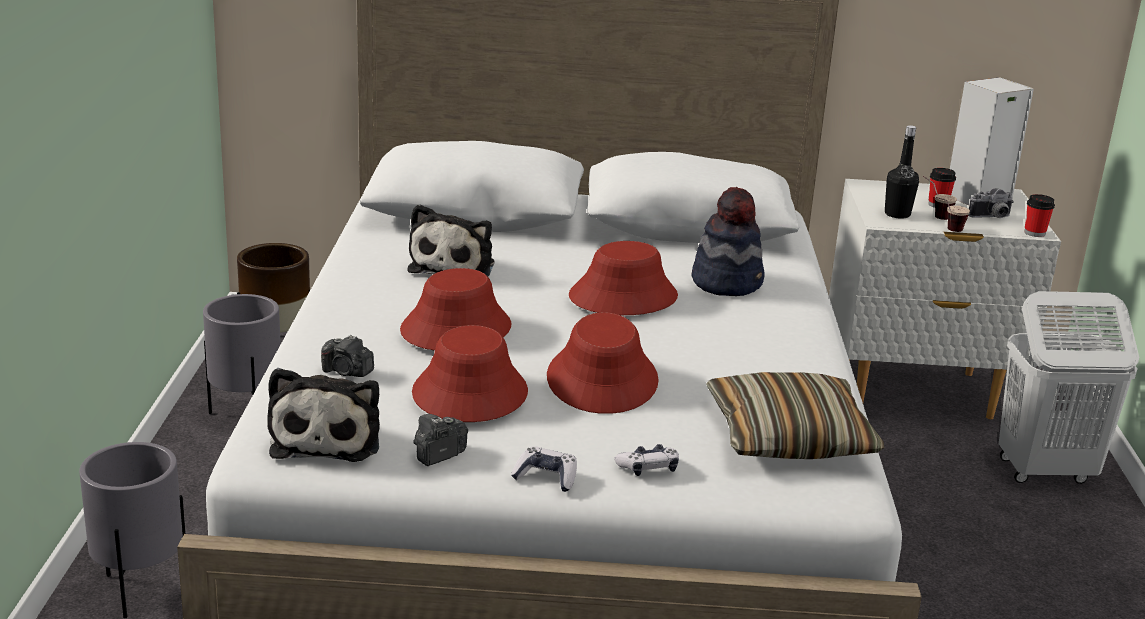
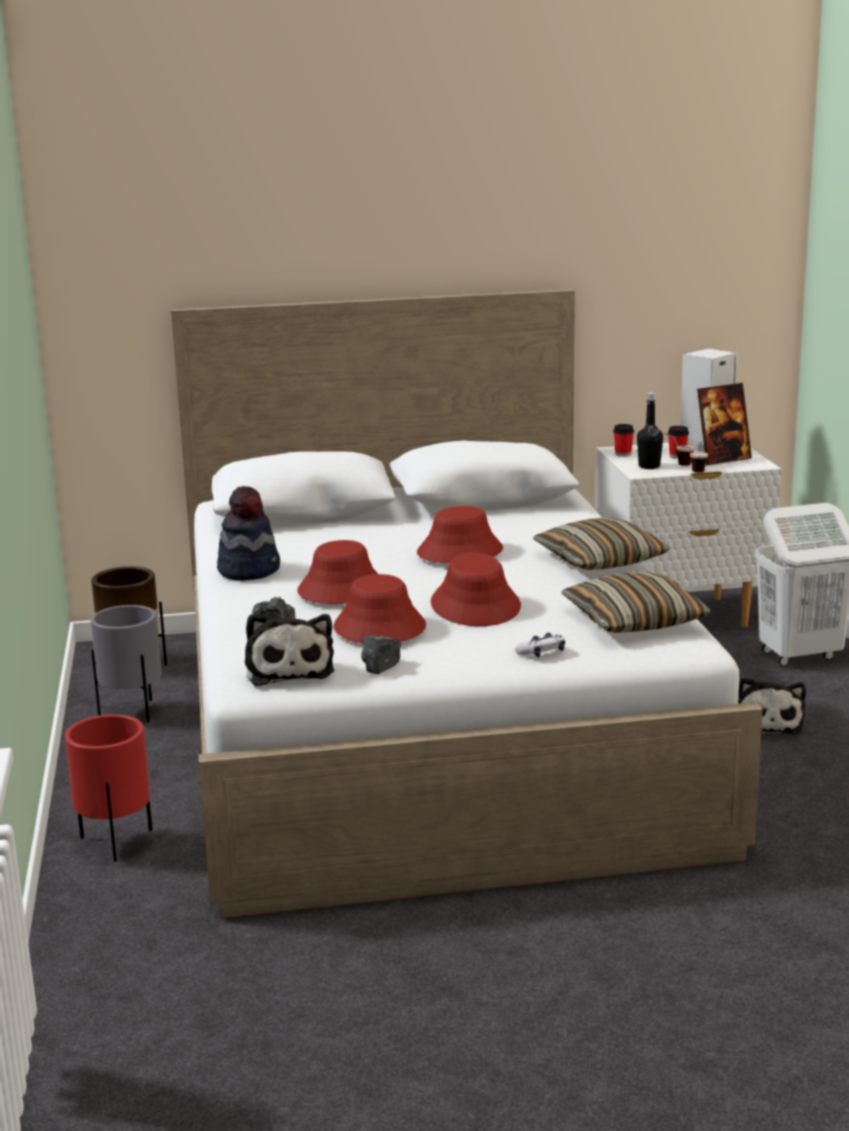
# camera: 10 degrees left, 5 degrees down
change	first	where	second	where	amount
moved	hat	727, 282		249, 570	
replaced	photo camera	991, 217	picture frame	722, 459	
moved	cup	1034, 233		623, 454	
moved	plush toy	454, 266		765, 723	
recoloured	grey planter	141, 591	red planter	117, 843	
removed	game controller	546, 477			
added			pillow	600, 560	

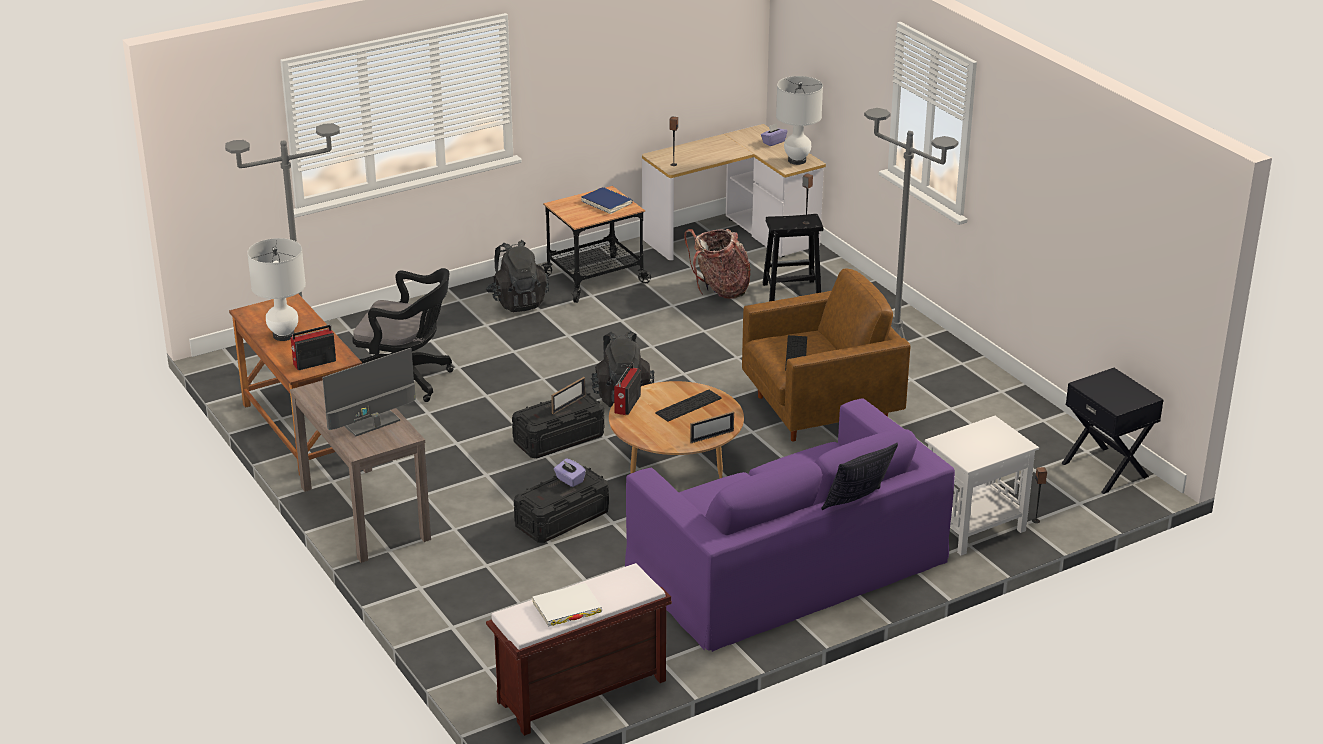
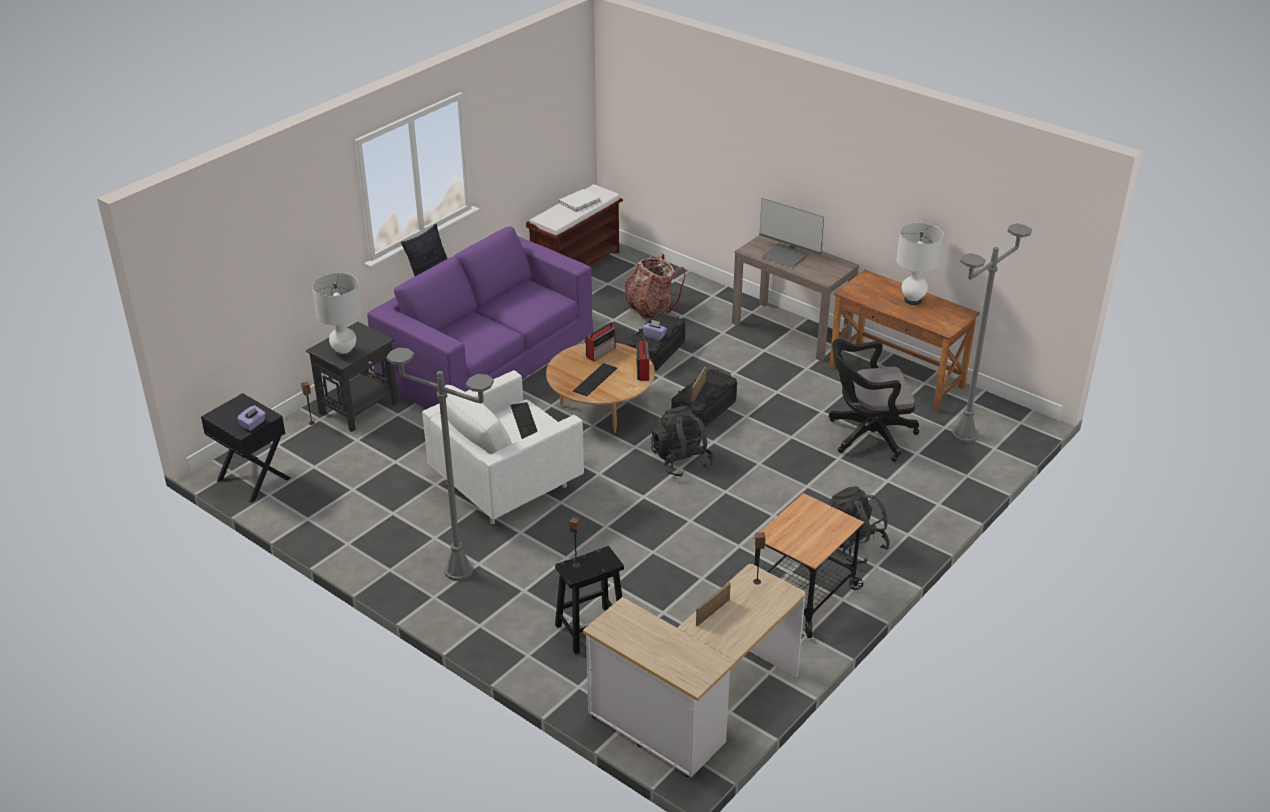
# camera: 160 degrees right, 5 degrees up
change	first	where	second	where	amount
moved	white table lamp	797, 160		344, 352	
moved	purple tissue box	773, 142		253, 424	
removed	blue book	606, 202			
moved	backpack	720, 289		651, 308	
recoloured	brown armchair	820, 410	white armchair	507, 485	
moved	radio	314, 363		601, 352	
turned	monitor	366, 419		785, 255	90 degrees clockwise
moved	picture frame	712, 436		712, 612	
recoloured	white side table	972, 527	black side table	359, 408	

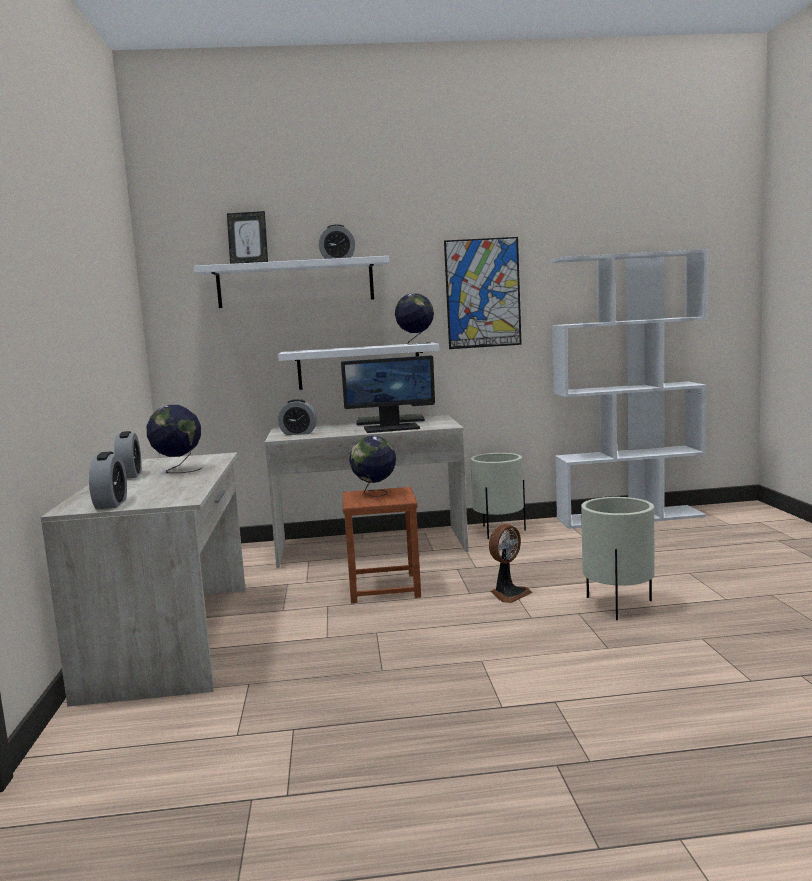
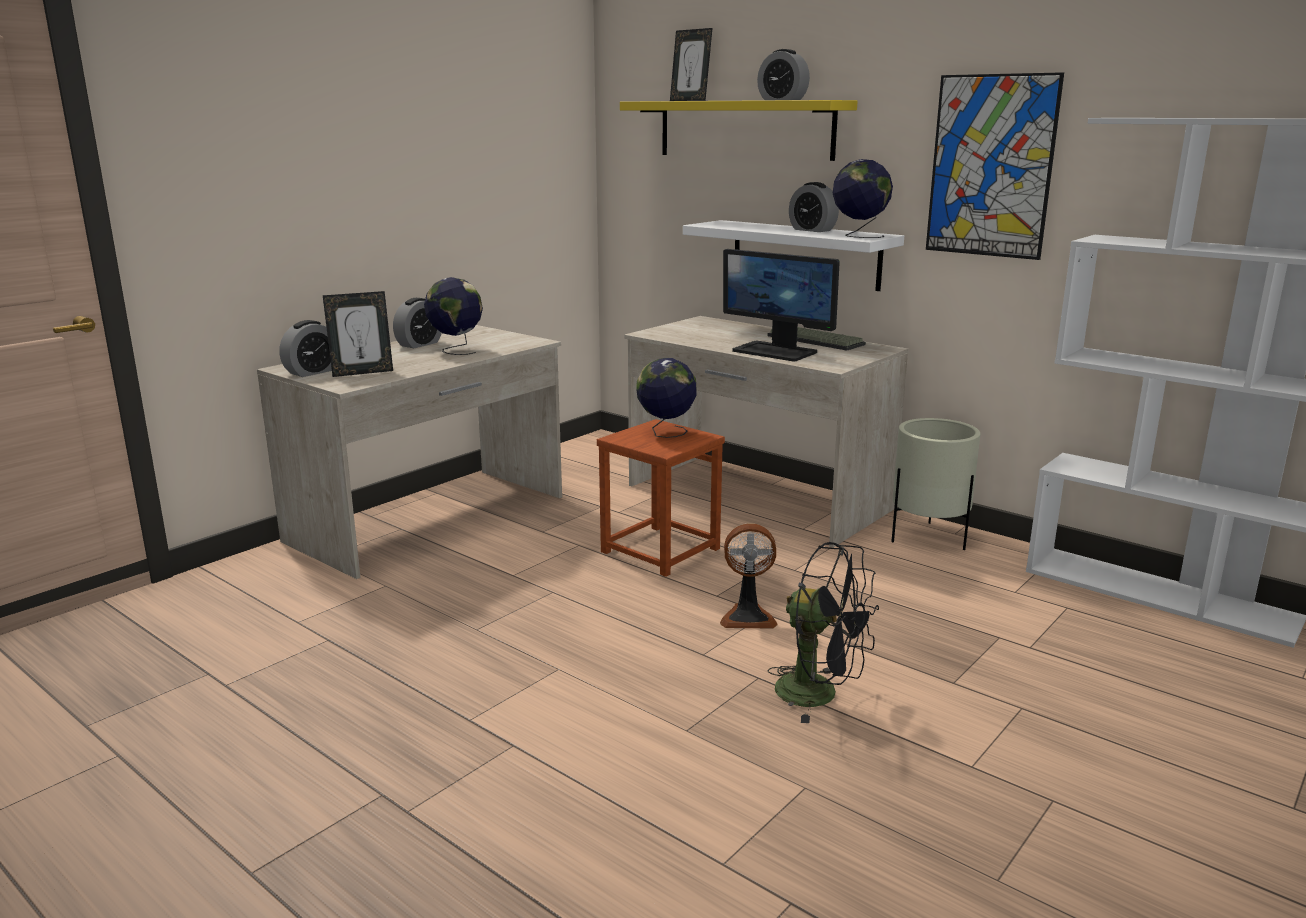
# camera: 45 degrees right, 10 degrees up
change	first	where	second	where	amount
recoloured	white shelf	295, 283	yellow shelf	744, 129	
moved	alarm clock	298, 433		812, 230	
replaced	beige planter	617, 605	black fan	820, 694	
added			picture frame	362, 372	

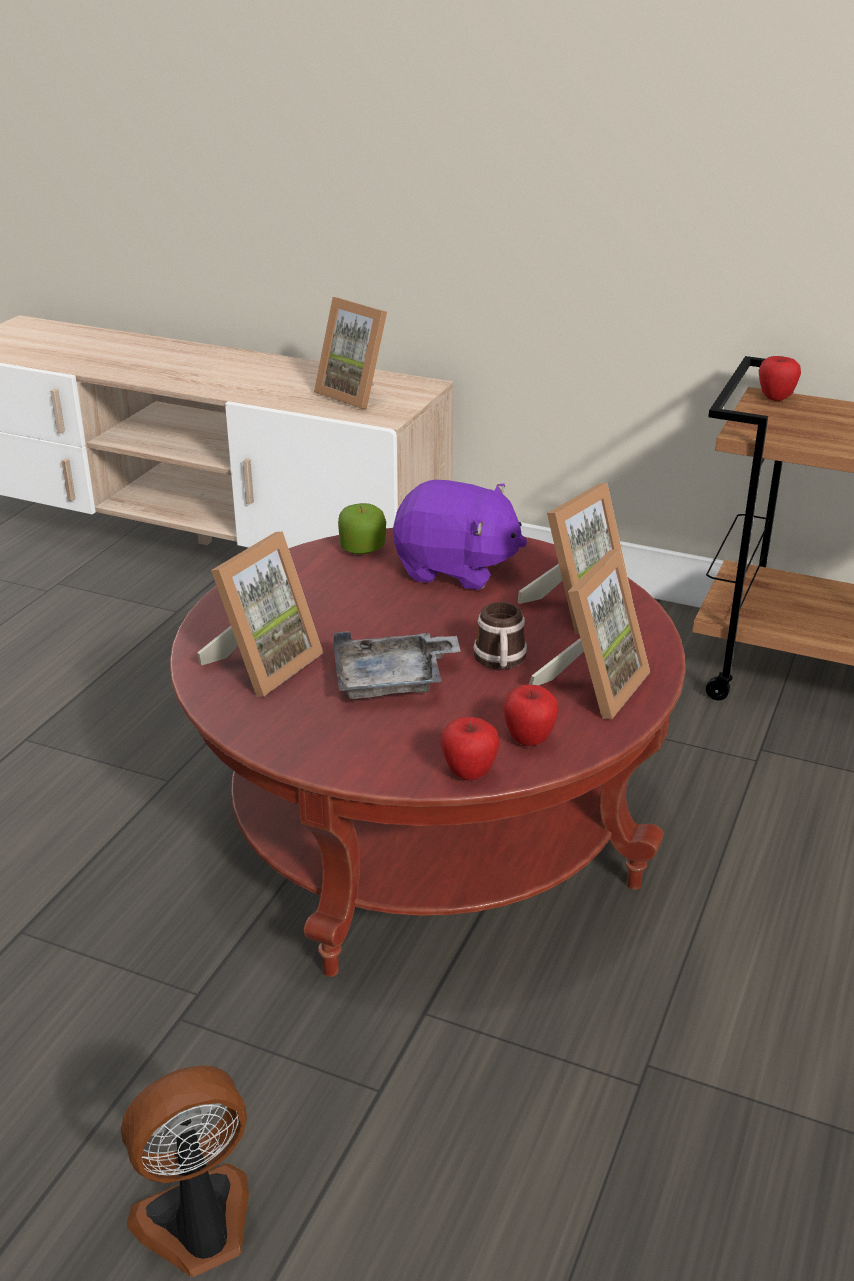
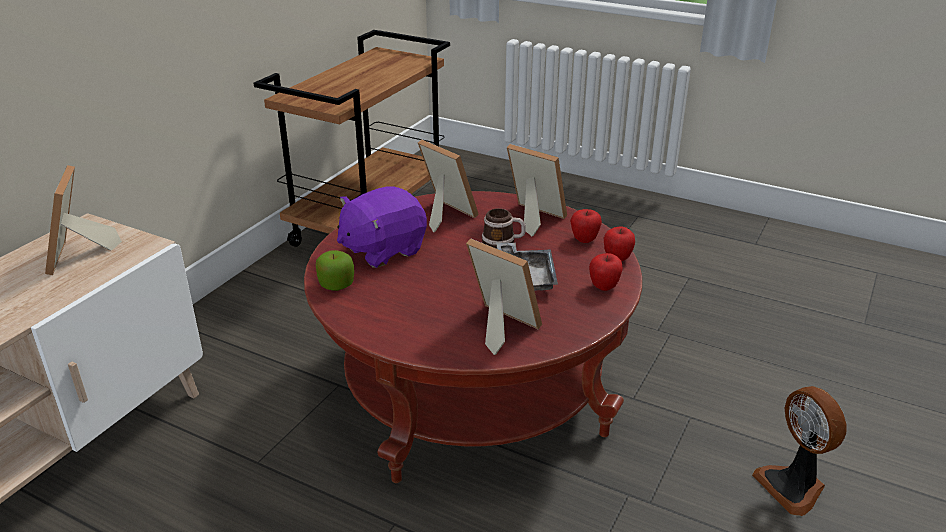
# camera: 85 degrees left, 0 degrees up
change	first	where	second	where	amount
turned	picture frame	357, 395		80, 256	120 degrees clockwise
moved	apple	775, 398		604, 287	
turned	purple plush toy	455, 569		382, 250	150 degrees counterclockwise

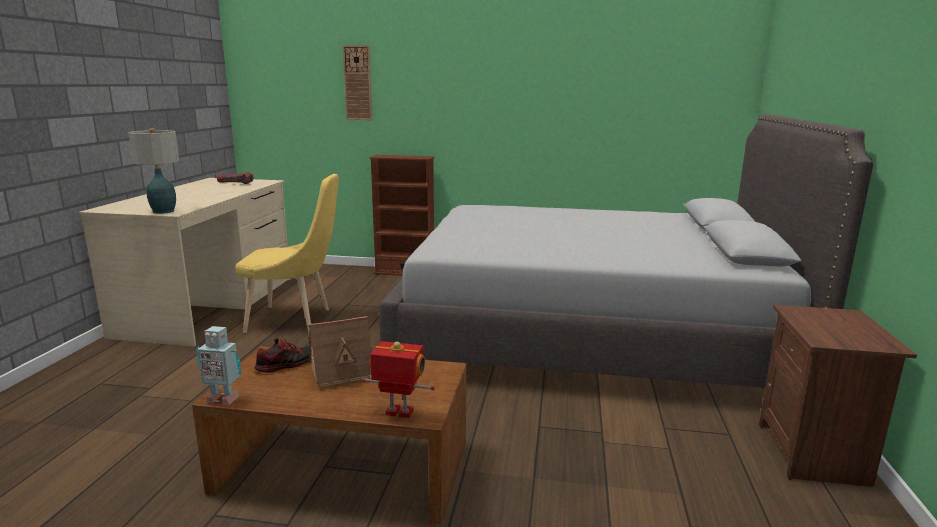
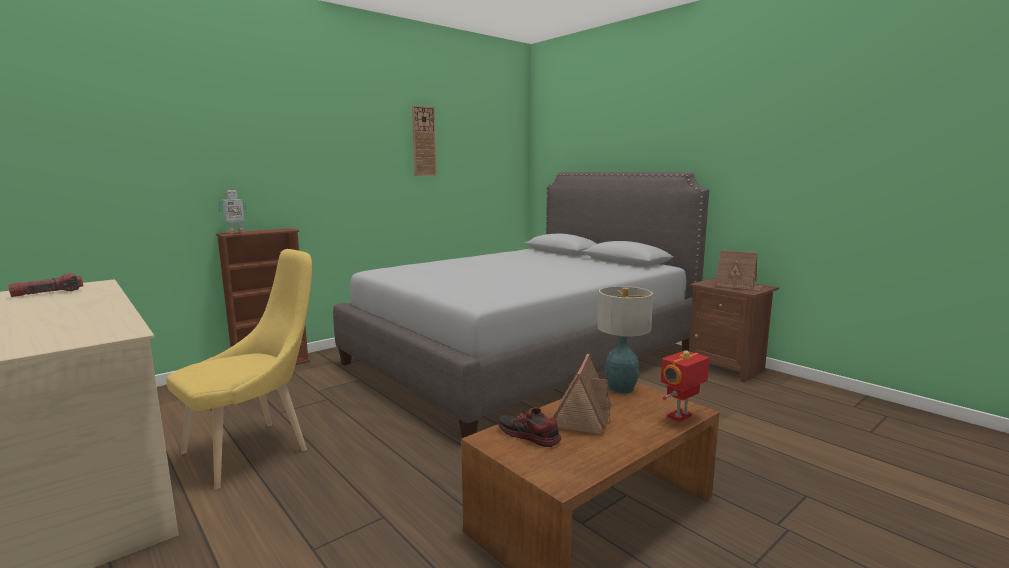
# camera: 50 degrees left, 5 degrees down
change	first	where	second	where	amount
moved	wall clock	358, 83		424, 141	
moved	table lamp	163, 211		620, 389	
moved	toy robot	223, 398		235, 232	
turned	shoe	286, 364		528, 436	60 degrees counterclockwise
added			toy house	738, 286	

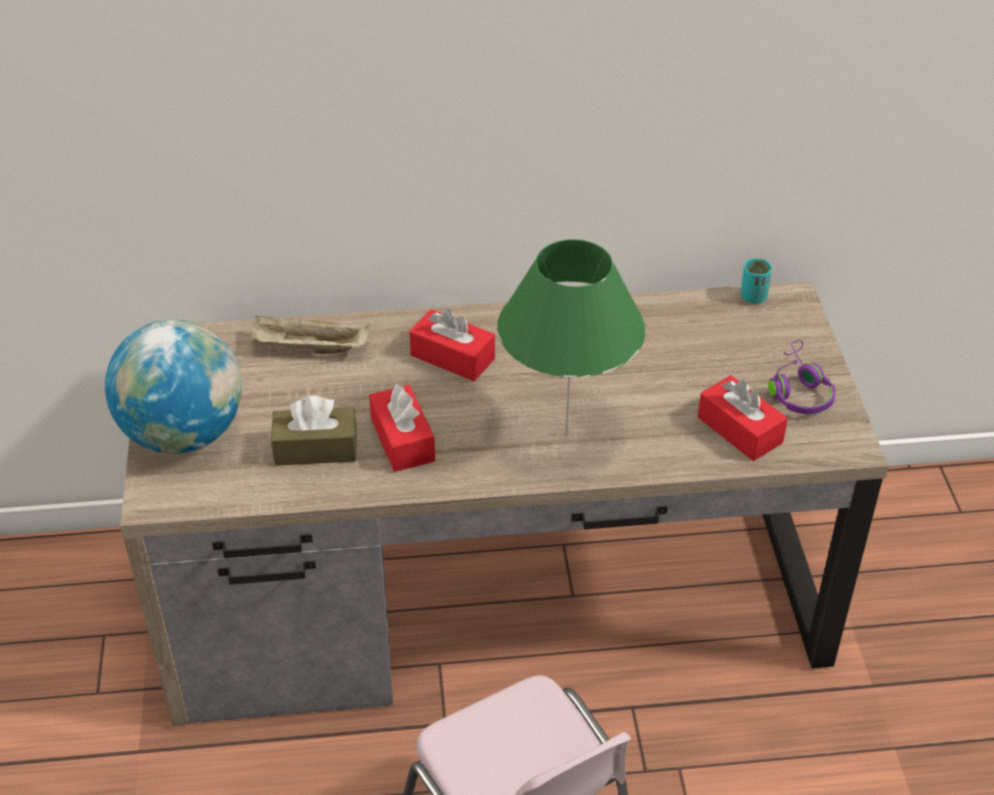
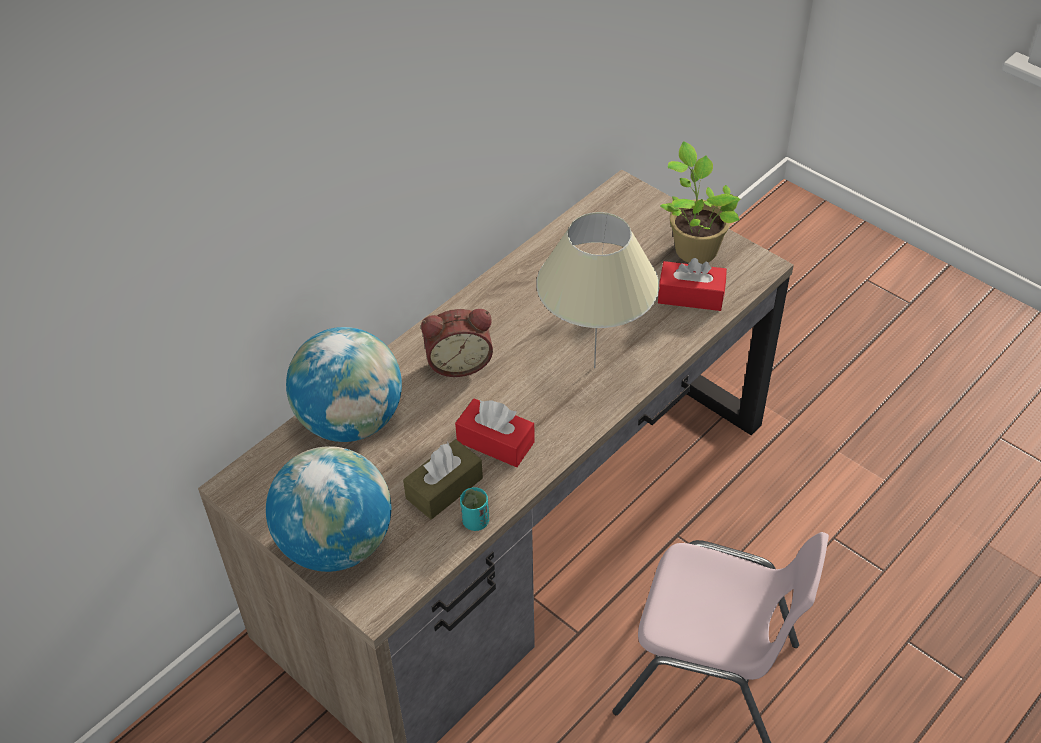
# camera: 40 degrees left, 5 degrees up
change	first	where	second	where	amount
recoloured	green table lamp	566, 434	beige table lamp	594, 367	
moved	turquoise cup	753, 297		475, 521	
replaced	red tissue box	452, 357	alarm clock	459, 362	
replaced	beige tray	309, 349	globe	351, 421	
replaced	purple headphones	798, 390	potted plant	694, 248	

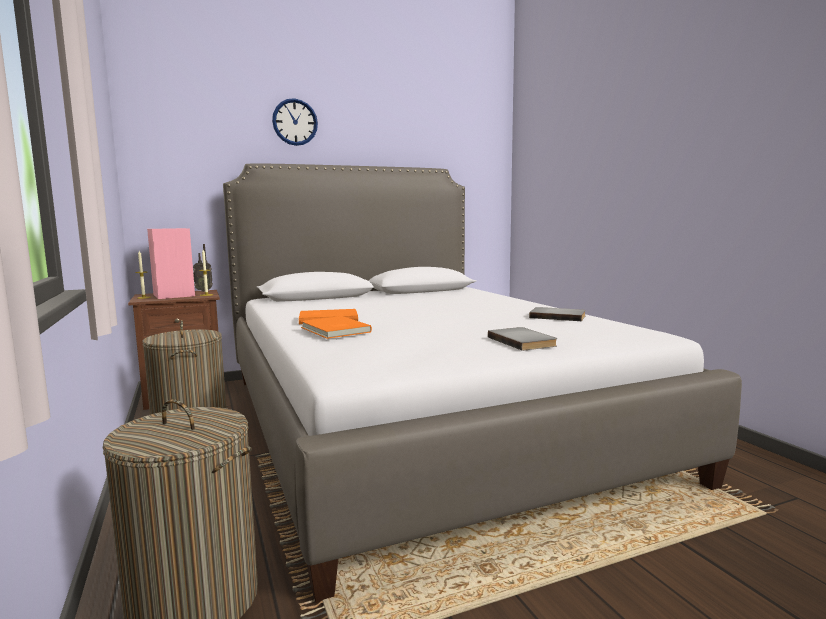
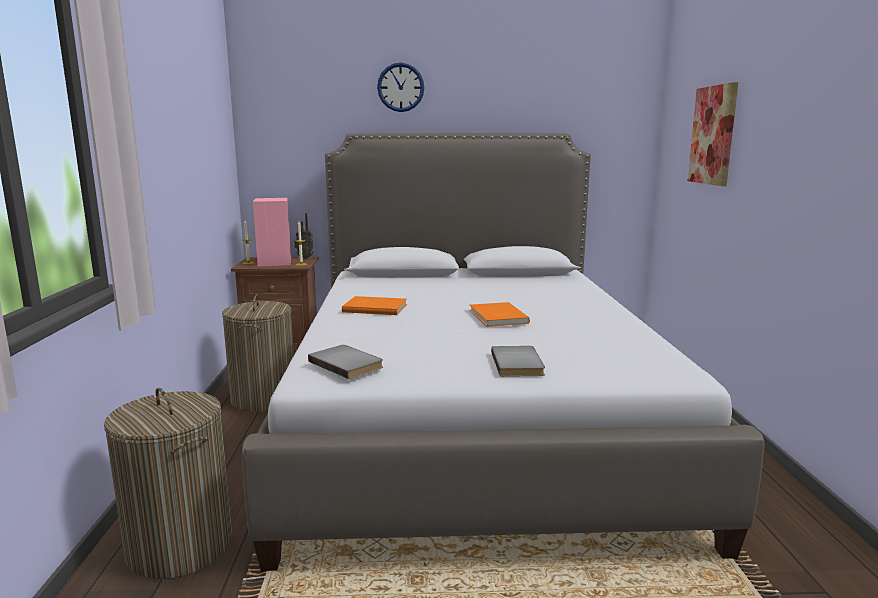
# camera: 20 degrees right, 5 degrees up
change	first	where	second	where	amount
moved	grey book	558, 316		348, 364	
moved	orange book	334, 330		496, 317	
added			picture	713, 135	

